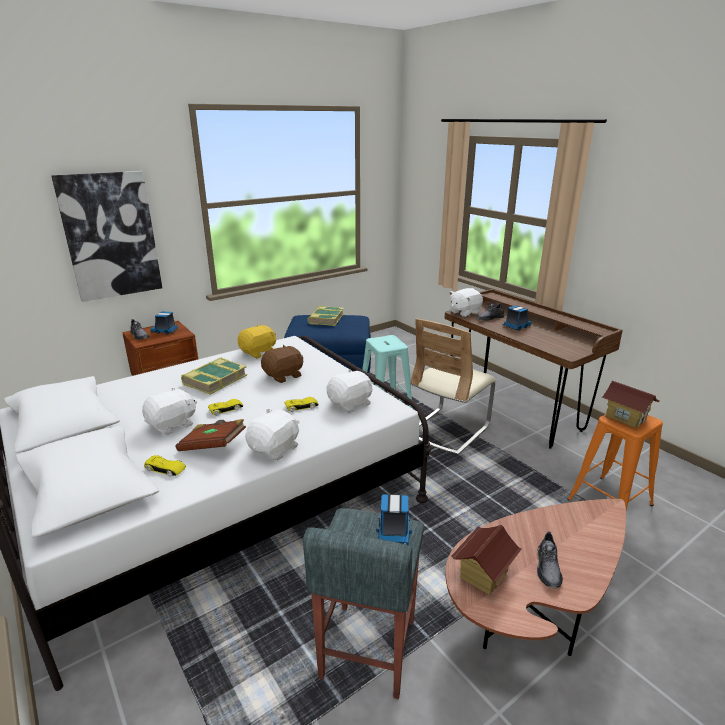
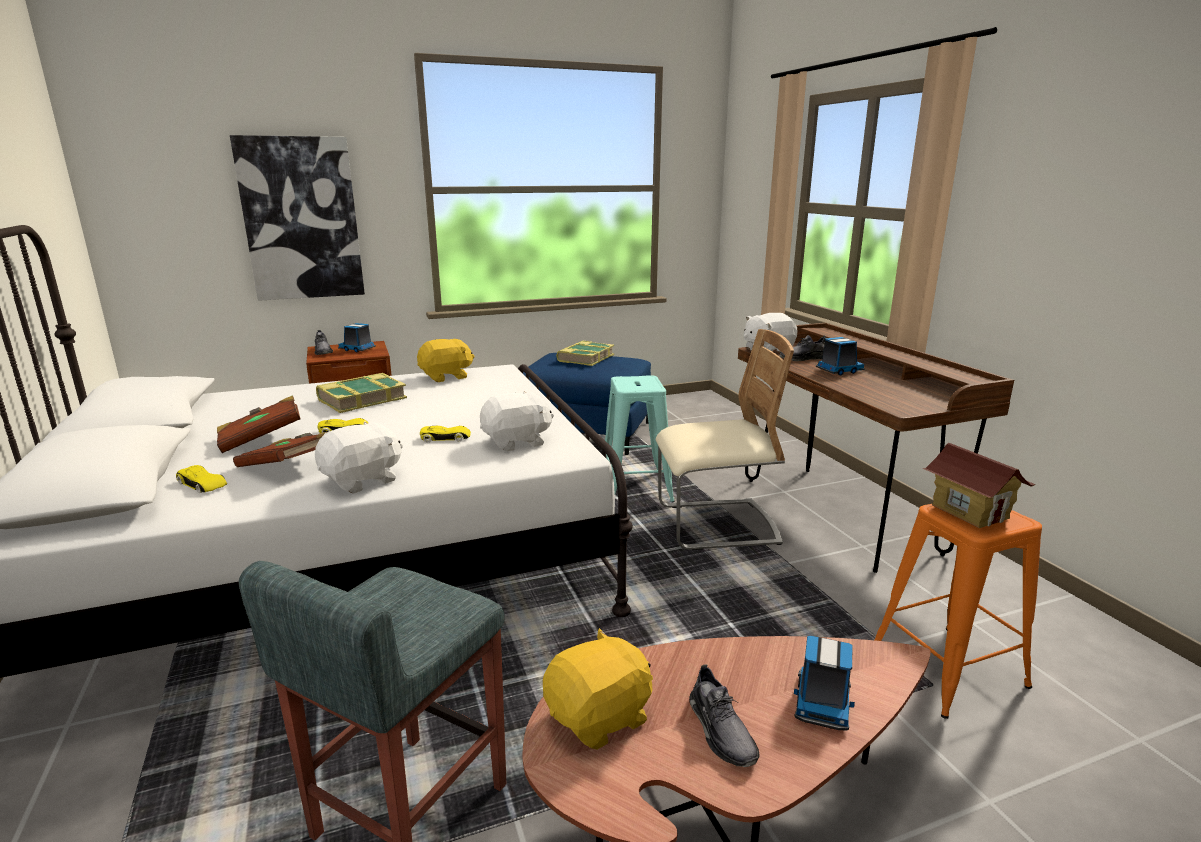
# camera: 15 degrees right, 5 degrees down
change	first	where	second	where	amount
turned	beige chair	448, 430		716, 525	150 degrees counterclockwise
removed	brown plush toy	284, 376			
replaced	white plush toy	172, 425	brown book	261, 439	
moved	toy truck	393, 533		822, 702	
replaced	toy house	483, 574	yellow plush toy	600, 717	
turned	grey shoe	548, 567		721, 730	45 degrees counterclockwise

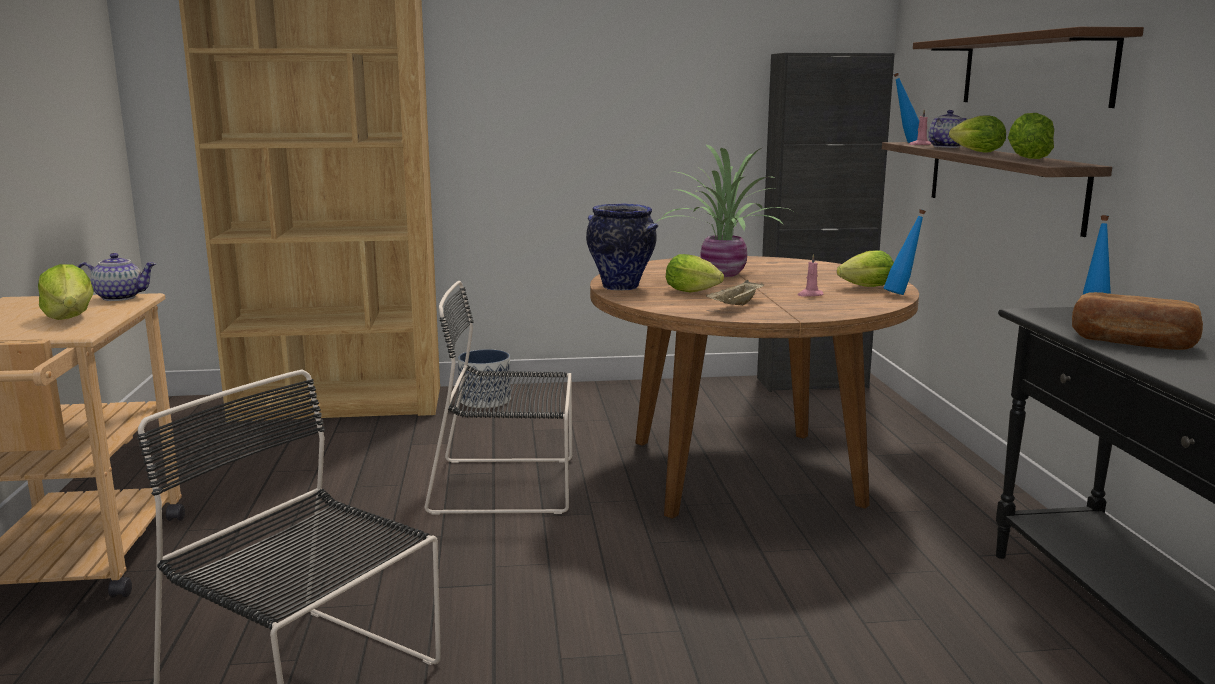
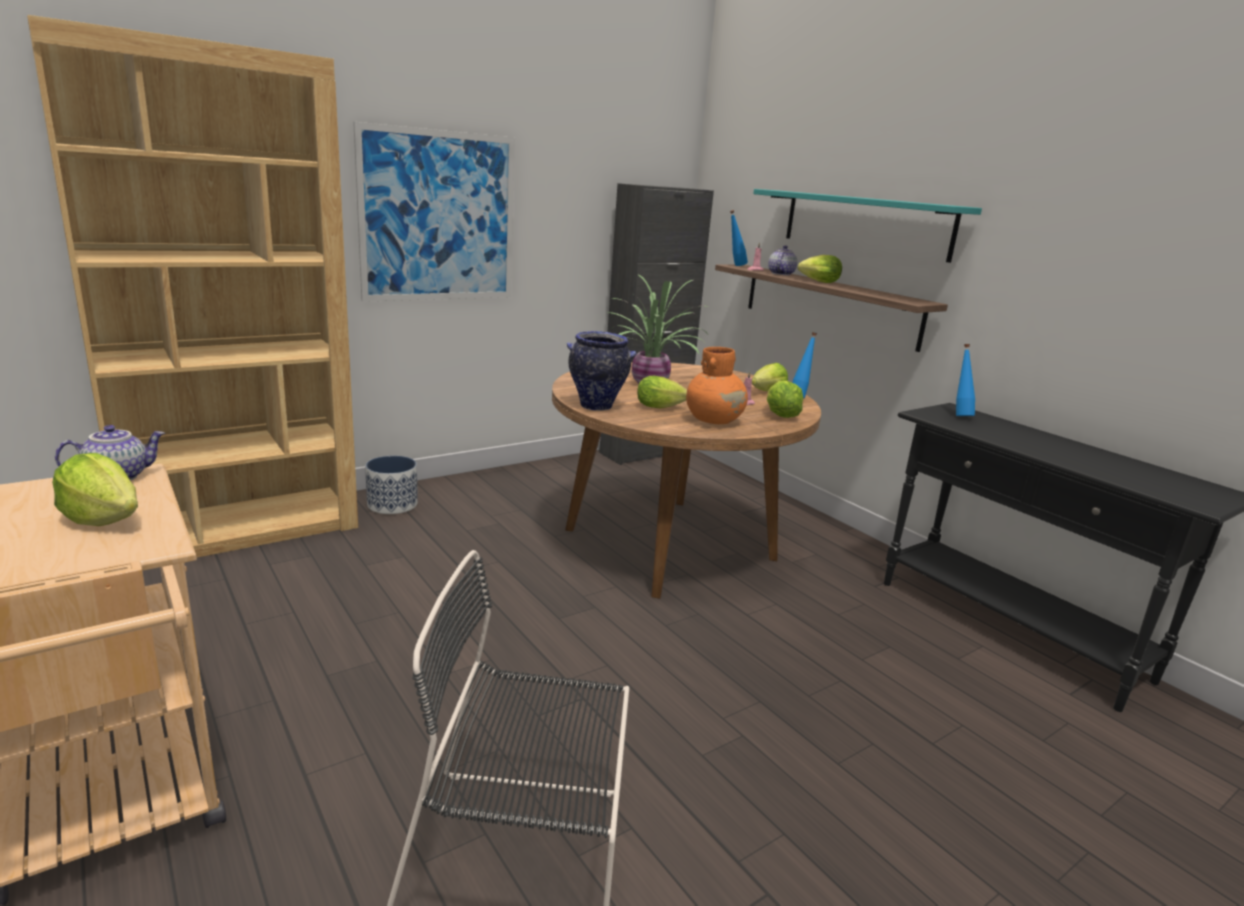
# camera: 30 degrees left, 5 degrees up
change	first	where	second	where	amount
recoloured	brown shelf	1033, 70	turquoise shelf	865, 224	
moved	lettuce	1028, 159		780, 416	
replaced	beige tray	736, 306	orange vase	714, 421	
removed	black chair	509, 485			
removed	bread	1132, 342			
added			picture	439, 217	

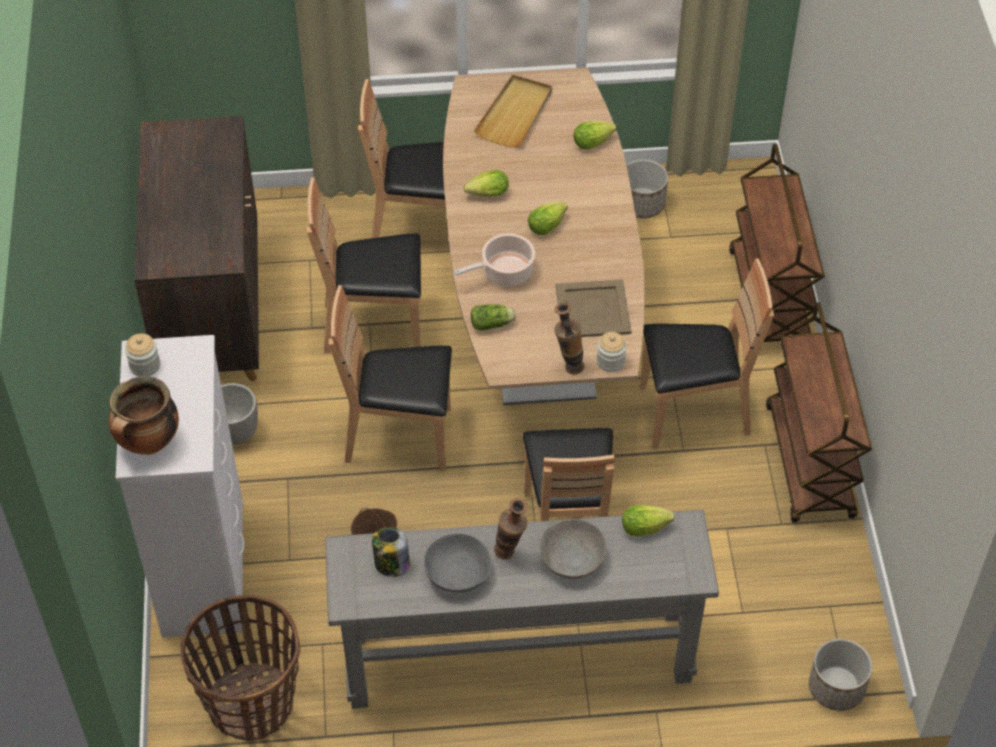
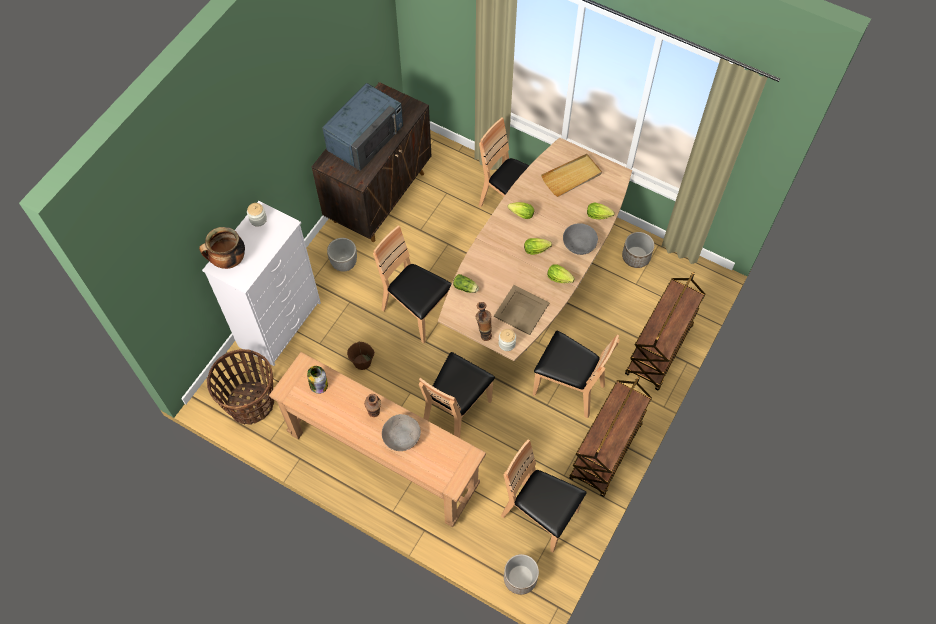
# camera: 35 degrees right, 10 degrees up
change	first	where	second	where	amount
moved	brown chair	374, 327		539, 515	
removed	cooking pot	504, 273			
moved	lettuce	647, 527		560, 279	
recoloured	grey console table	518, 656	brown console table	383, 459	
moved	grey bowl	458, 573		579, 244	
added			blue microwave	365, 137	

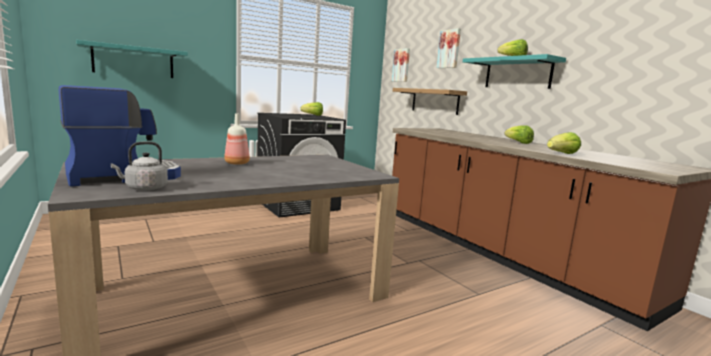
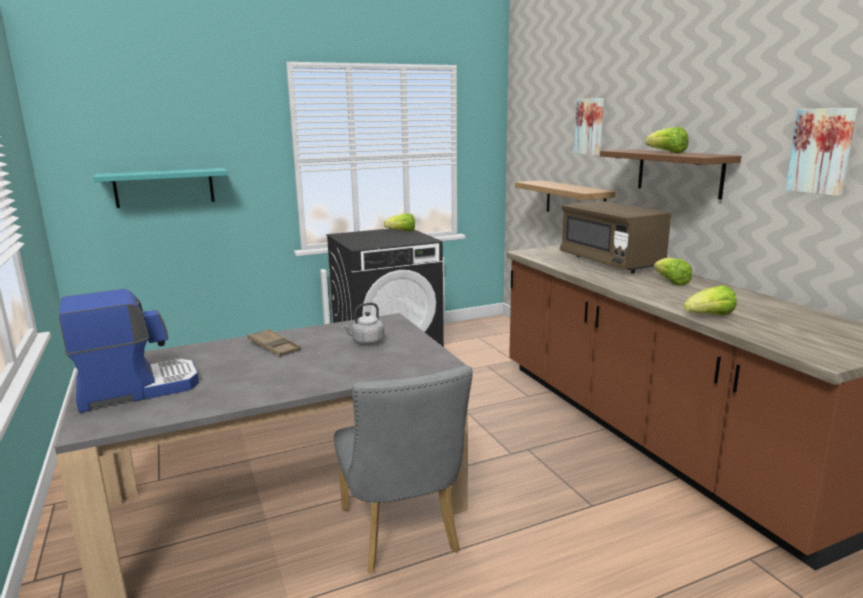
# camera: 10 degrees right, 5 degrees up
change	first	where	second	where	amount
moved	picture	401, 65		822, 151	
recoloured	turquoise shelf	517, 74	brown shelf	679, 172	
replaced	bottle	237, 163	brown tray	274, 347	
moved	grey kettle	144, 188		366, 342	
added			brown microwave	610, 262	
added			grey chair	402, 535	

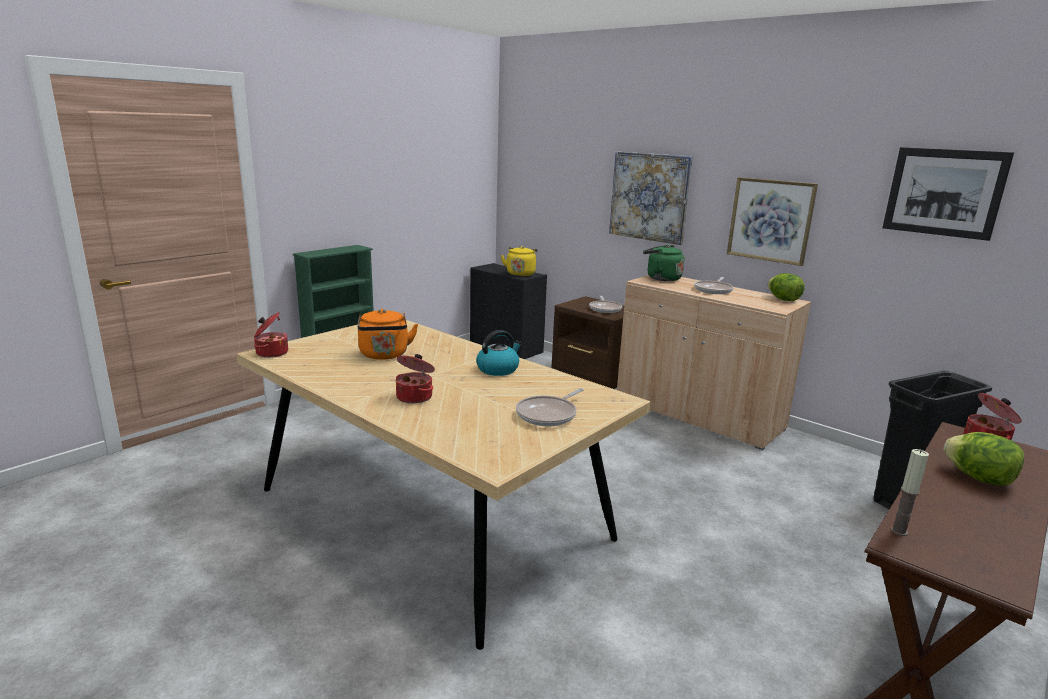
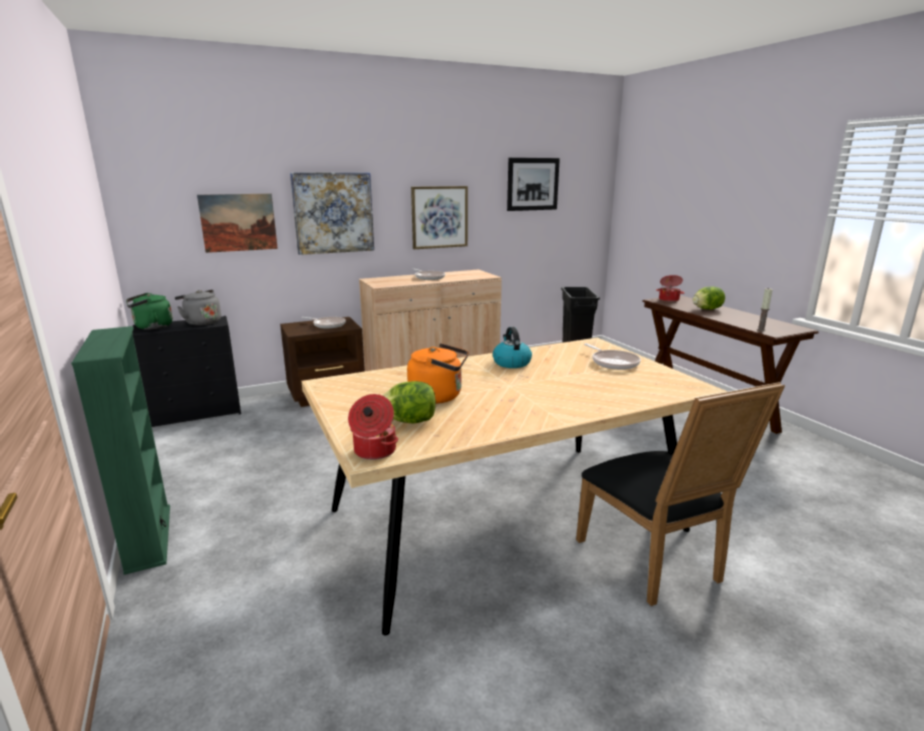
# camera: 65 degrees left, 0 degrees up
change	first	where	second	where	amount
moved	green kettle	661, 278		151, 327	
recoloured	yellow kettle	520, 273	grey kettle	201, 322	
moved	lettuce	783, 299		410, 421	
removed	cooking pot	415, 397			
added			picture	238, 222	
added			black chair	655, 563	

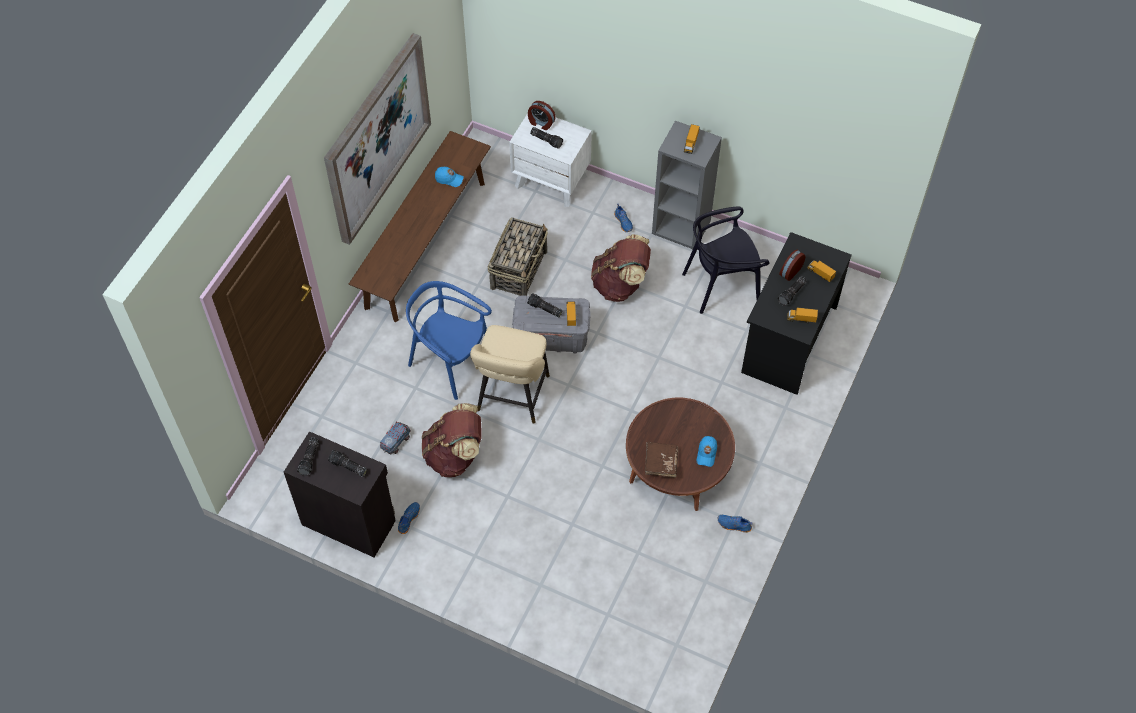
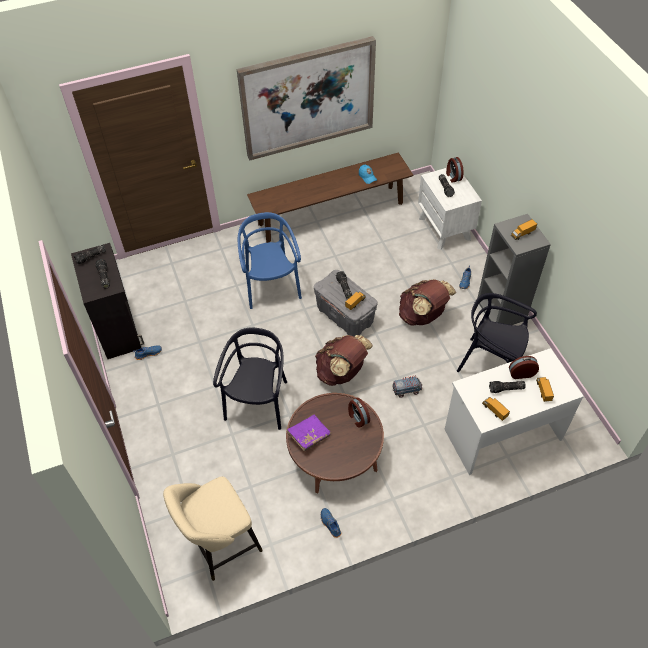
# camera: 45 degrees right, 5 degrees down
change	first	where	second	where	amount
removed	basket	519, 269			
recoloured	black desk	788, 339	white desk	502, 433	
moved	beige stool	512, 397		220, 544	
moved	brown backpack	455, 455		341, 372	
moved	toy truck	396, 442		406, 390	
removed	blue cap	706, 453			
recoloured	brown book	660, 463	purple book	308, 435	
added			black chair	258, 402	
added			alarm clock	358, 418	

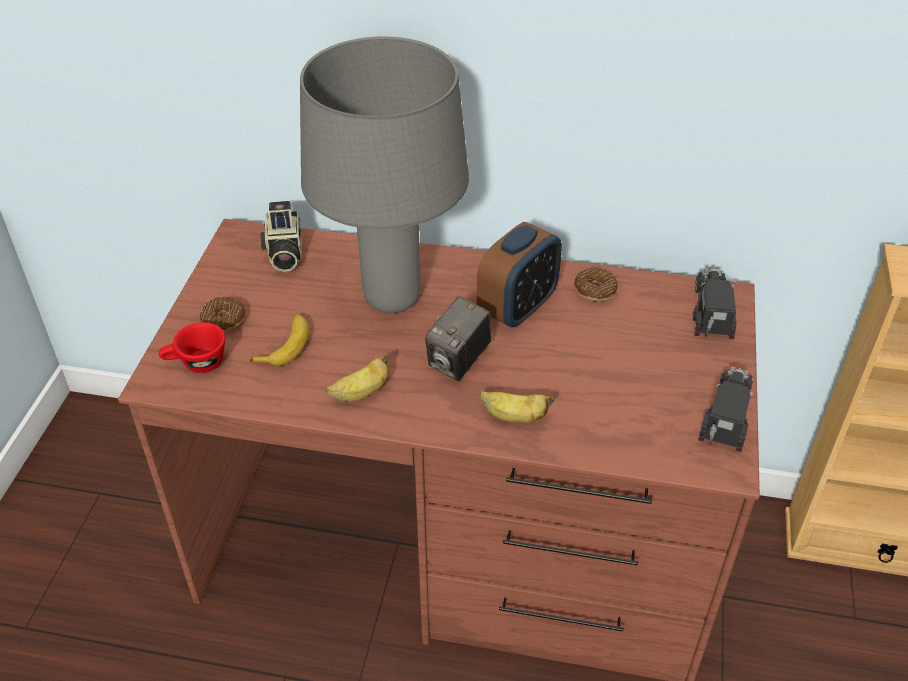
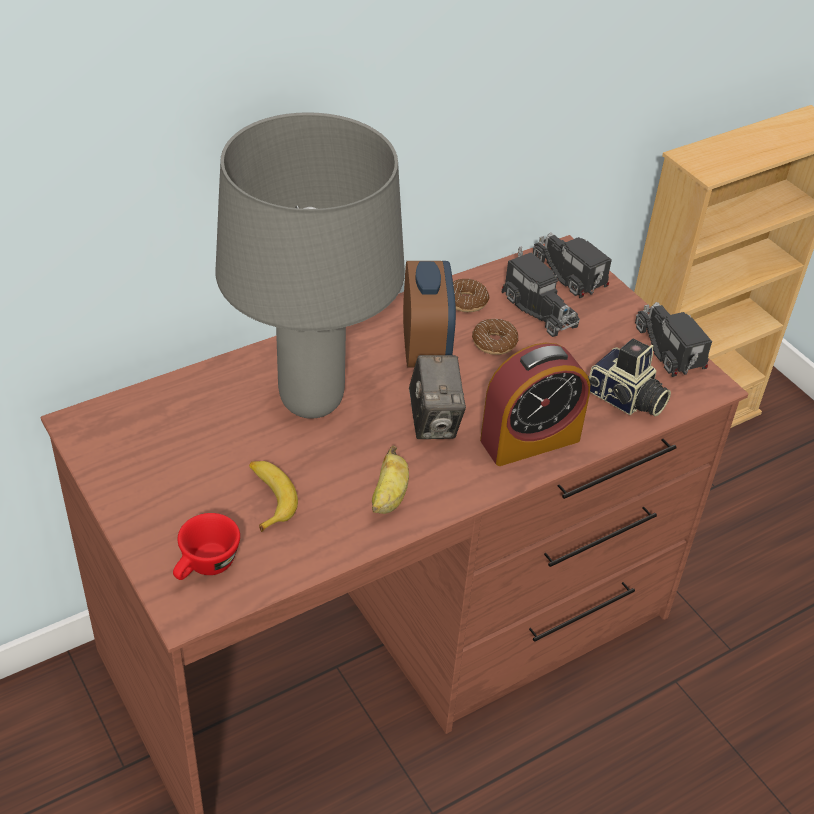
# camera: 45 degrees left, 0 degrees up
change	first	where	second	where	amount
moved	photo camera	284, 254		625, 400	
moved	donut	224, 320		494, 342	
replaced	banana	514, 417	alarm clock	530, 440	
added			toy truck	537, 308	

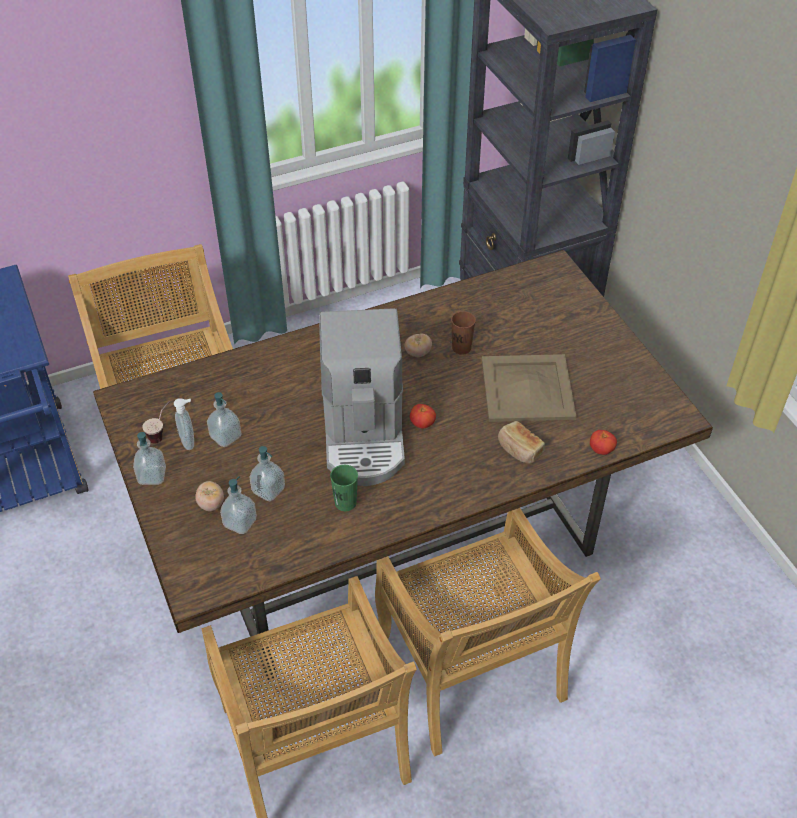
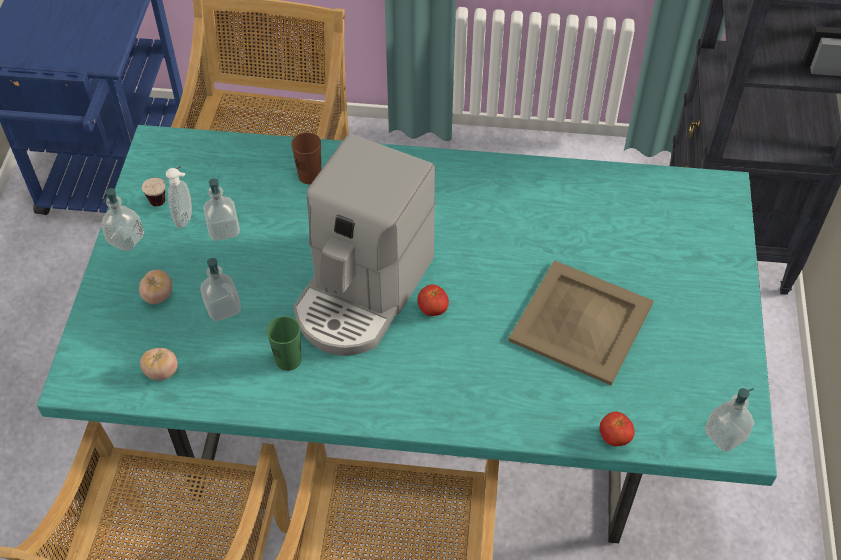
# camera: 30 degrees right, 5 degrees up
change	first	where	second	where	amount
recoloured	brown dining table	399, 535	turquoise dining table	422, 415	
moved	brown cup	461, 348		309, 176	
moved	tomato	418, 353		162, 372	
removed	bread	519, 449			
moved	soap dispenser	240, 522		725, 435	

